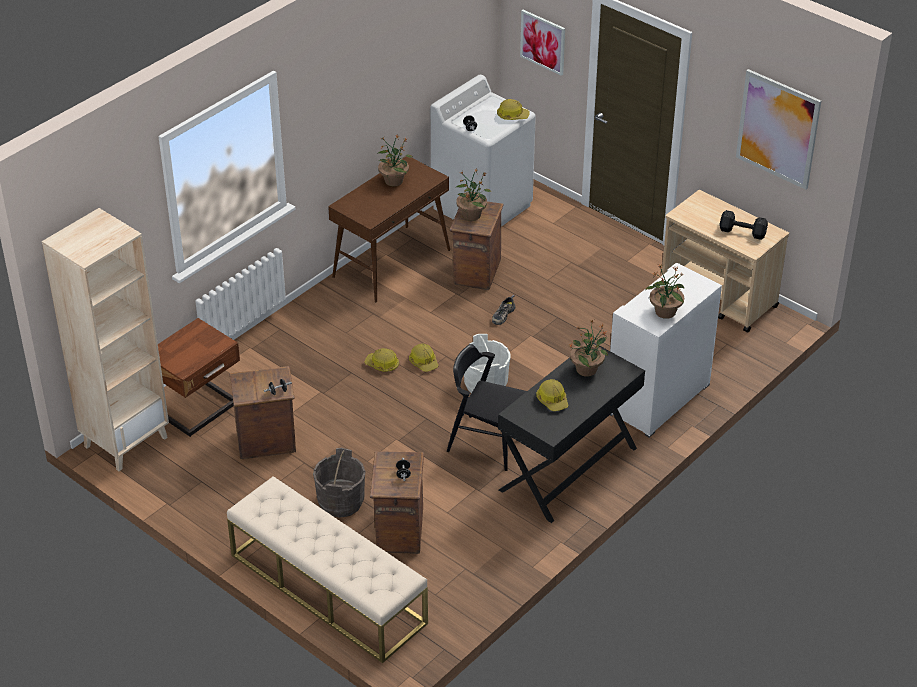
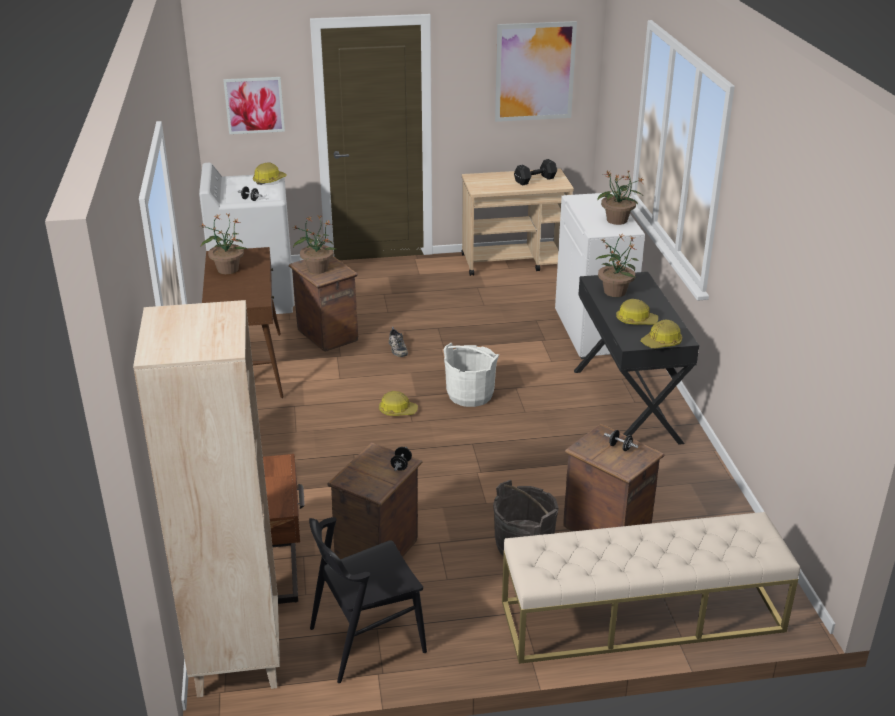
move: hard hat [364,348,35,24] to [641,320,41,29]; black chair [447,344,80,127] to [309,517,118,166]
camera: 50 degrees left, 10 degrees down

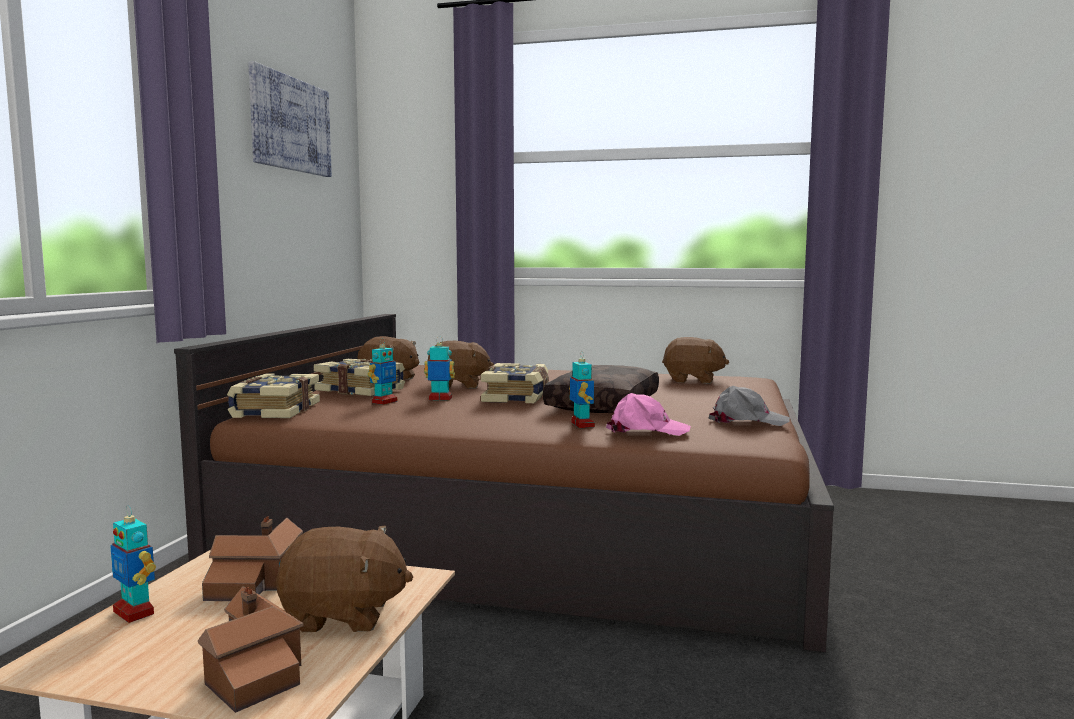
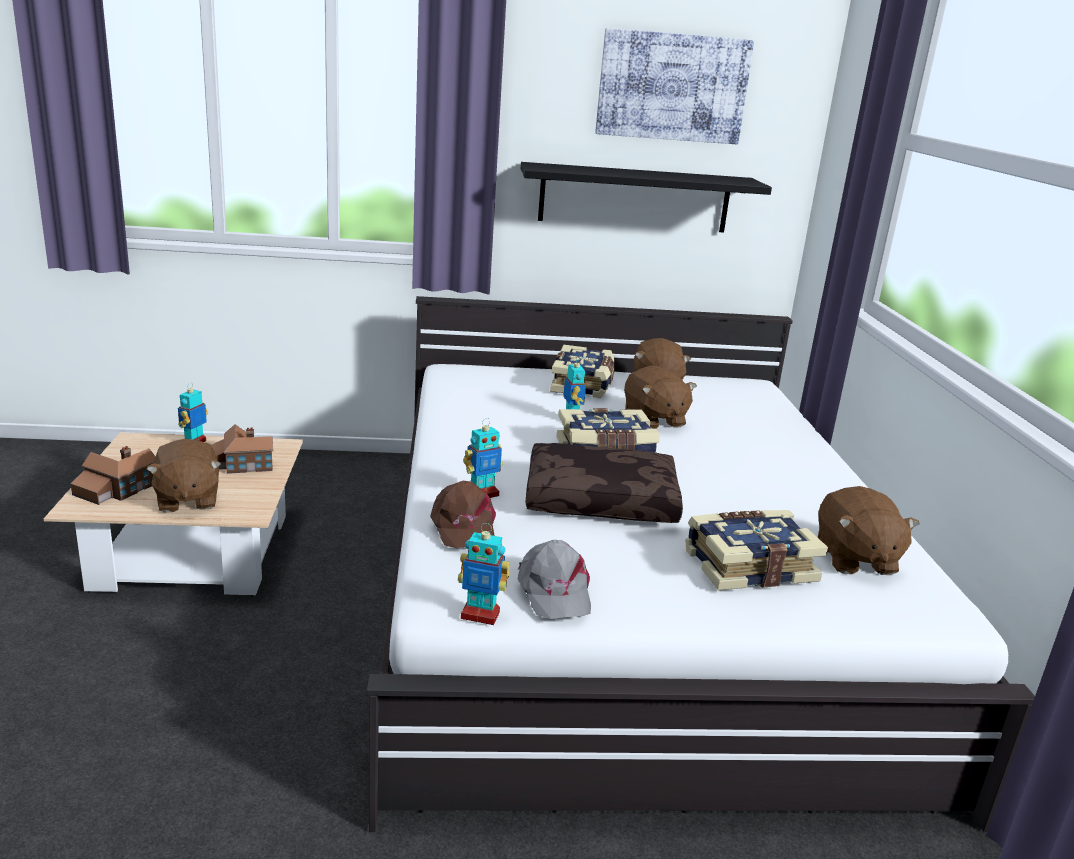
insert: black shelf [521,162,251,71]
move: book [227,374,93,44] to [685,510,143,80]; toy robot [368,338,29,67] to [458,523,52,102]
recolor: brown bed [174,314,660,338] to white bed [367,296,668,536]; pink cap [606,393,85,43] to brown cap [430,481,66,67]
camera: 70 degrees right, 15 degrees up

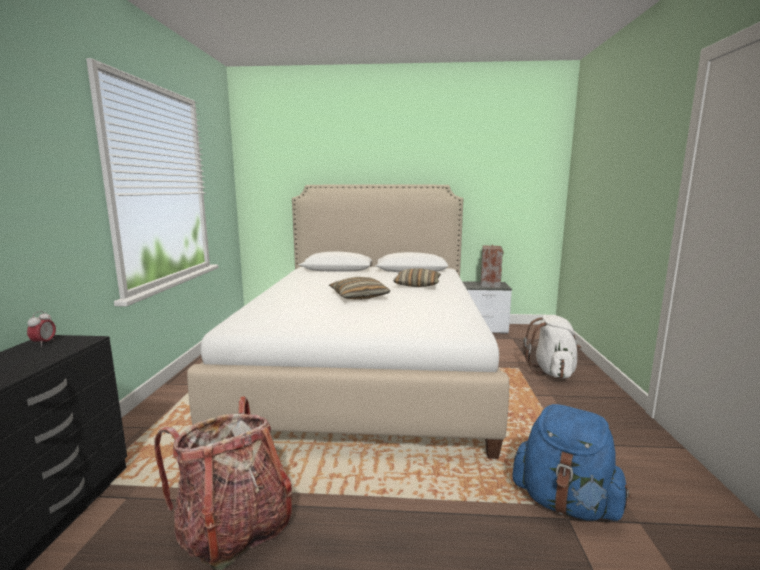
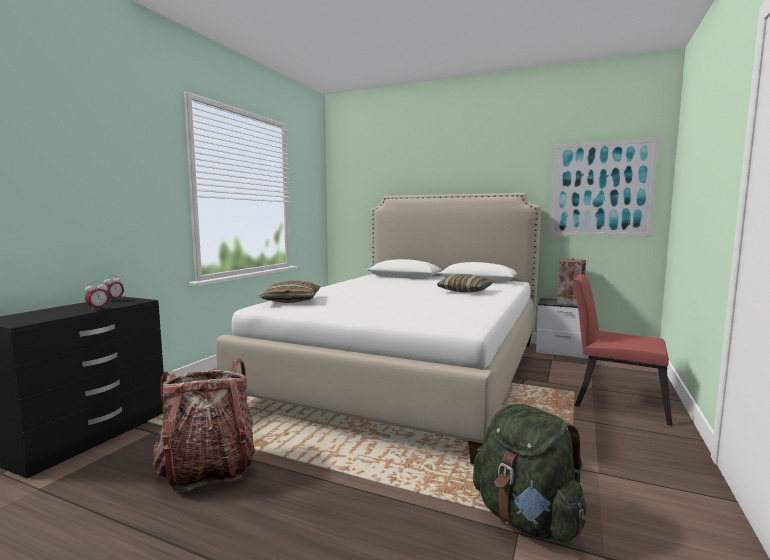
insert: alarm clock [85,281,24,30]; picture [550,138,109,98]
move: pillow [329,277,61,23] to [259,280,61,23]
replace: white backpack [523,315,58,63] to red chair [573,274,99,152]
recolor: blue backpack [513,404,118,117] to green backpack [473,404,113,139]
camera: 20 degrees right, 5 degrees down

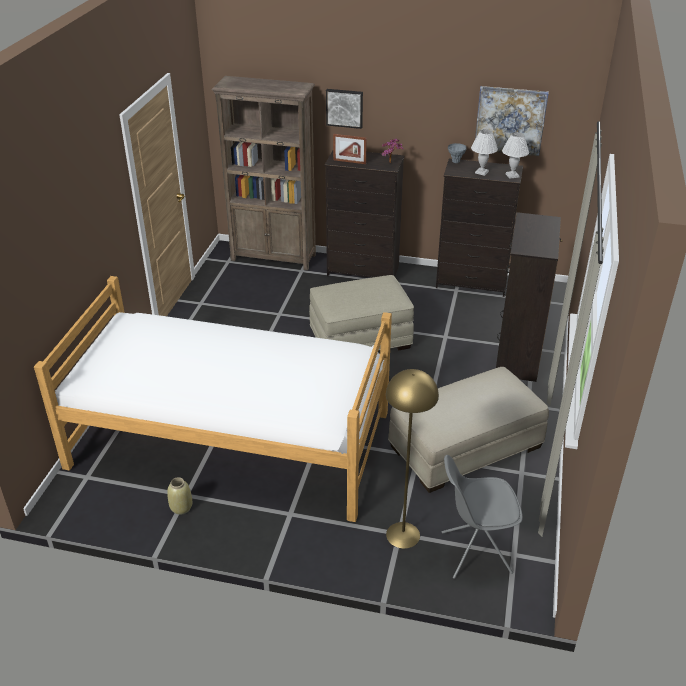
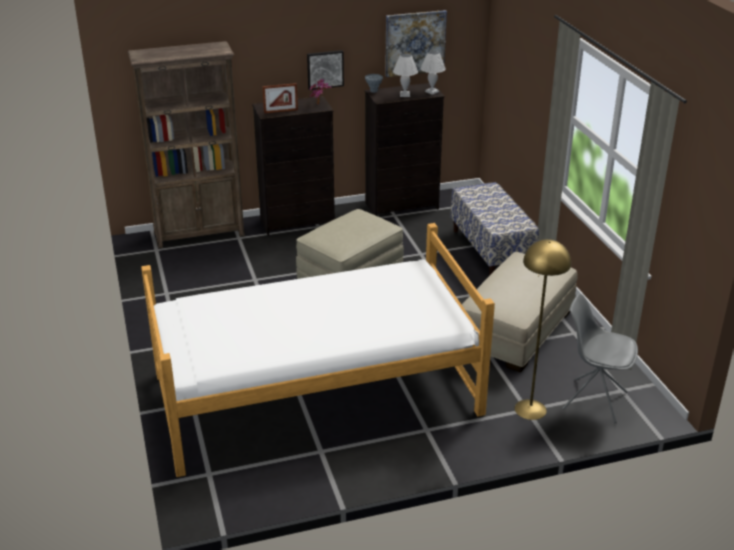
delete: beige vase [167,477,25,38]
move: picture [326,89,37,40] to [307,50,37,40]
replace: black dresser [496,212,67,170] to bench [450,182,89,94]
rotate: grey chair [442,455,81,124] = [562,293,76,130] 60 degrees clockwise
camera: 30 degrees left, 5 degrees down

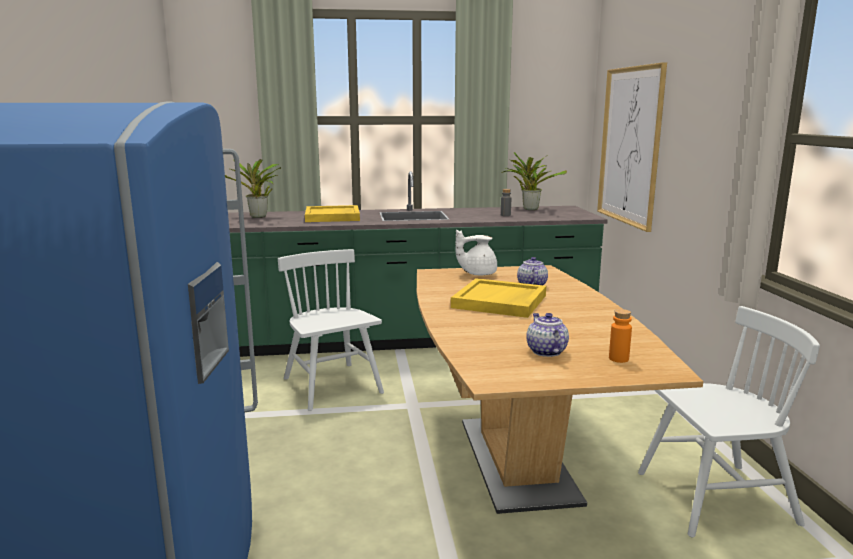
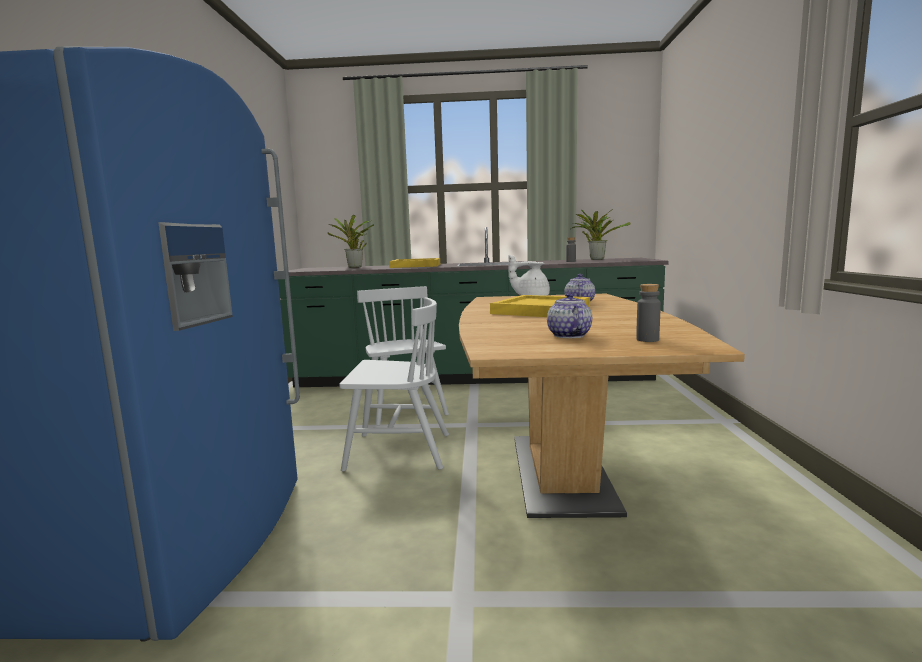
delete: picture [597,62,70,170]
move: white chair [638,306,182,231] to [340,298,109,173]
recolor: orange bottle [609,309,23,54] to grey bottle [636,284,25,58]
camera: 10 degrees right, 5 degrees down

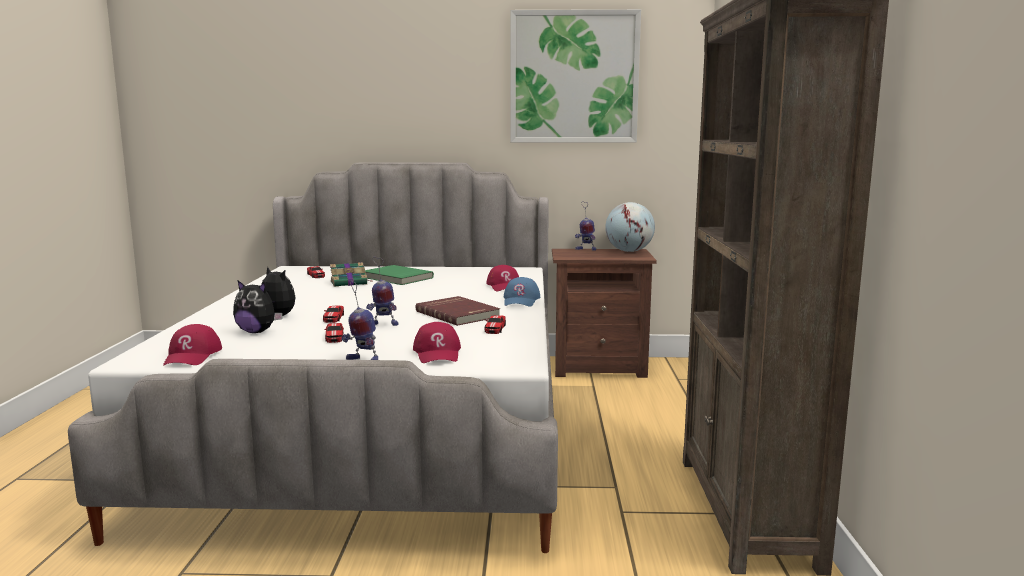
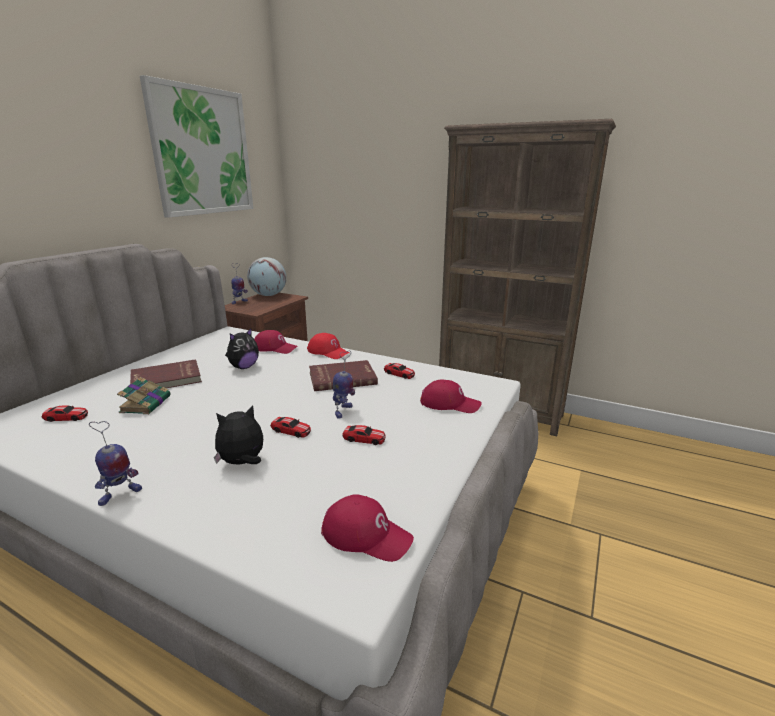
move: plush toy [233,280,50,53] to [225,328,34,41]; toy robot [341,280,37,80] to [89,421,53,85]
recolor: green book [365,265,69,20] to red book [130,359,72,29]; blue cap [504,277,36,30] to red cap [307,333,43,26]
camera: 65 degrees left, 10 degrees up

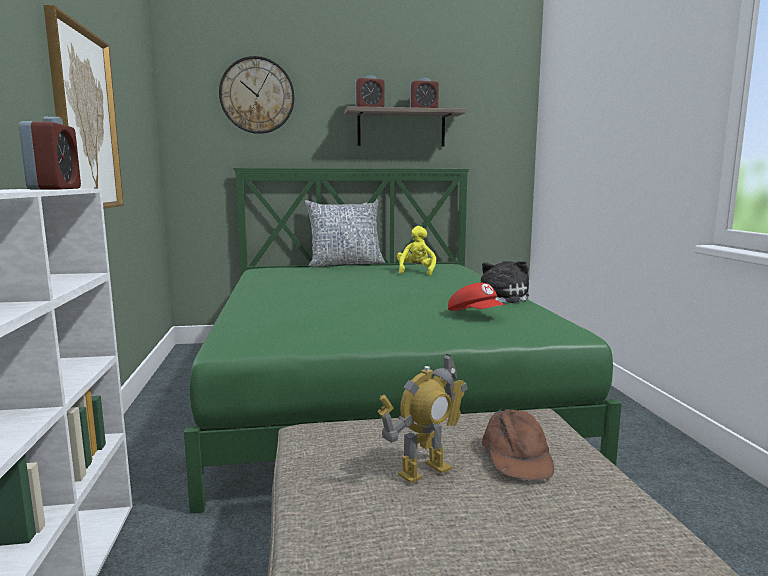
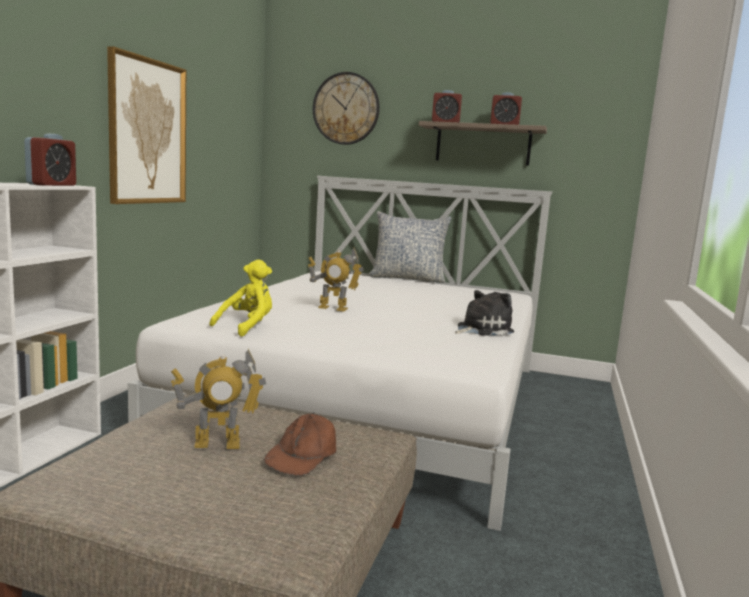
delete: red cap [448,283,57,28]
insert: toy robot [308,247,56,65]
move: yellow plush toy [397,226,39,50] to [210,260,62,77]
recolor: green bed [184,168,438,345] to white bed [128,175,425,356]
camera: 25 degrees right, 0 degrees up

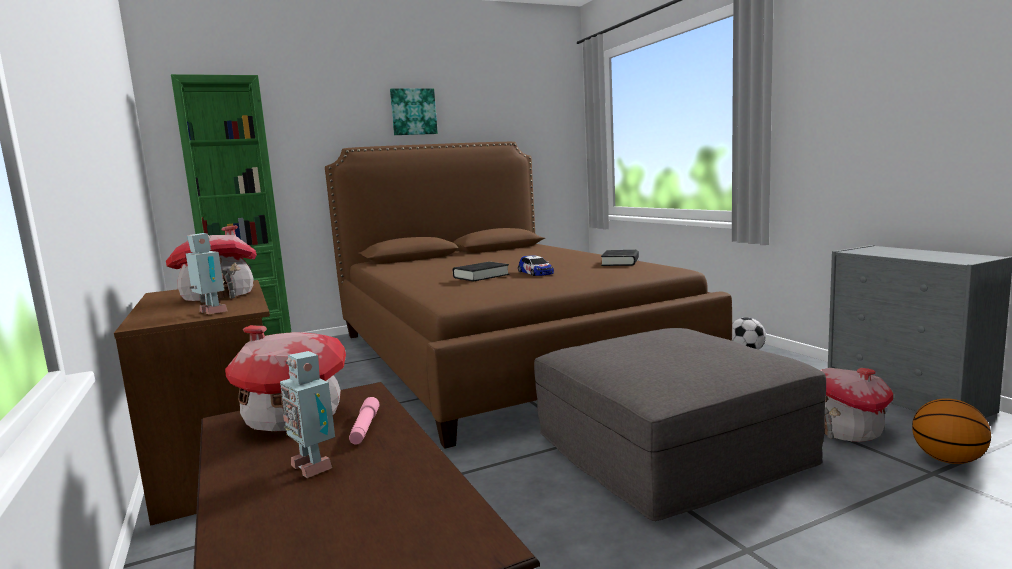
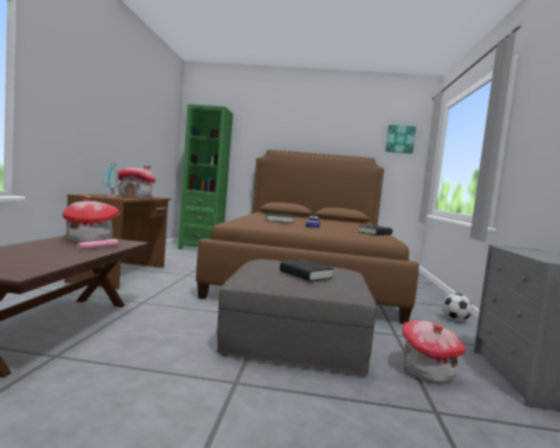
delete: toy robot [280,351,55,127]; basketball [912,398,79,66]
insert: black book [280,260,54,21]
move: picture [390,88,48,47] to [385,125,31,29]
camera: 30 degrees right, 5 degrees down

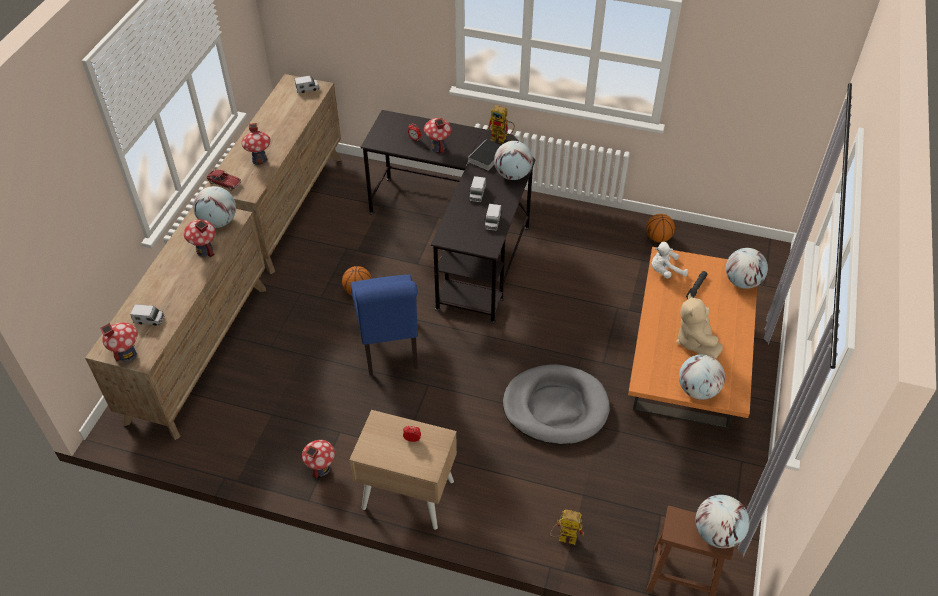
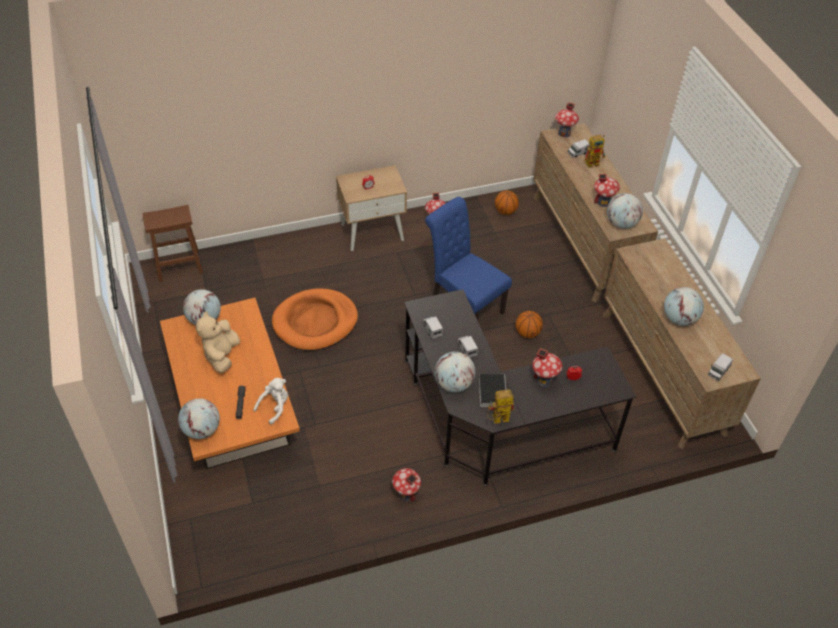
delete: toy car [206,169,35,22]
move: toy house [242,123,28,42] to [392,468,29,34]; toy robot [550,509,34,36] to [584,135,22,33]; basketball [646,214,29,28] to [495,190,24,25]; globe [696,495,53,53] to [664,287,40,39]
recolor: grey dog bed [503,364,107,81] to orange dog bed [272,288,86,63]
rotate: beige plush toy [676,293,47,66] = [195,311,45,62] 135 degrees counterclockwise
camera: 145 degrees right, 0 degrees up

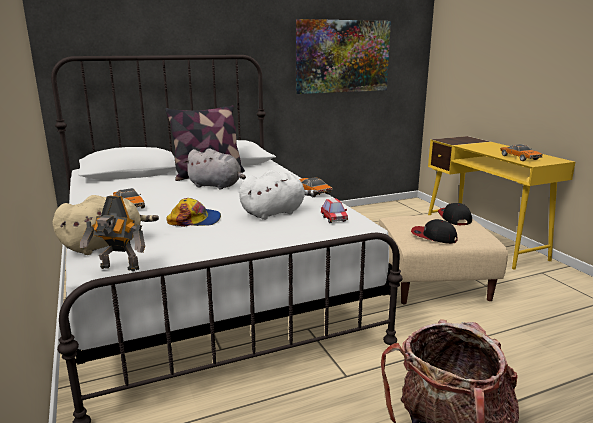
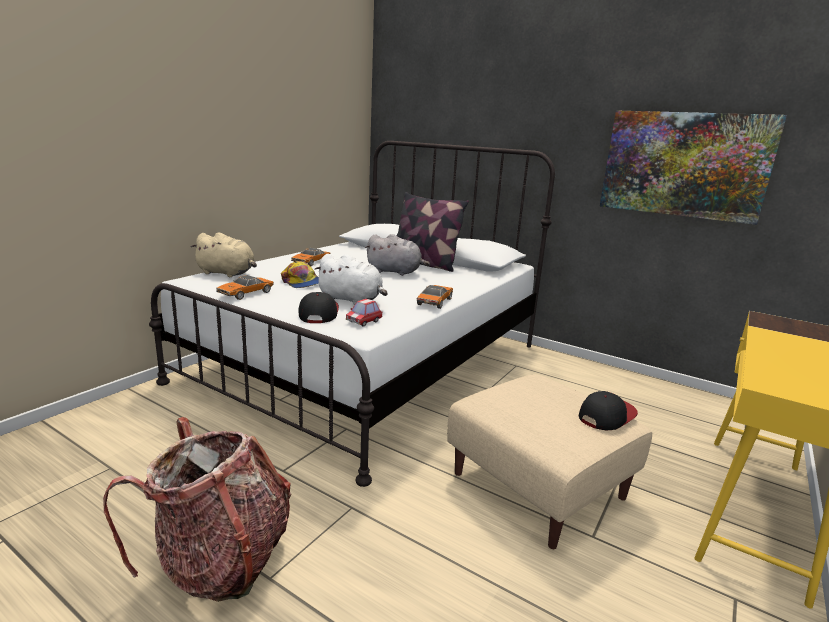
delete: toy robot [80,196,65,75]
move: cap [411,219,47,25] to [299,292,40,31]; toy car [500,144,43,17] to [216,275,58,25]
rotate: grey plush toy [184,148,62,42] = [365,234,65,42] 60 degrees counterclockwise
camera: 55 degrees right, 0 degrees up

